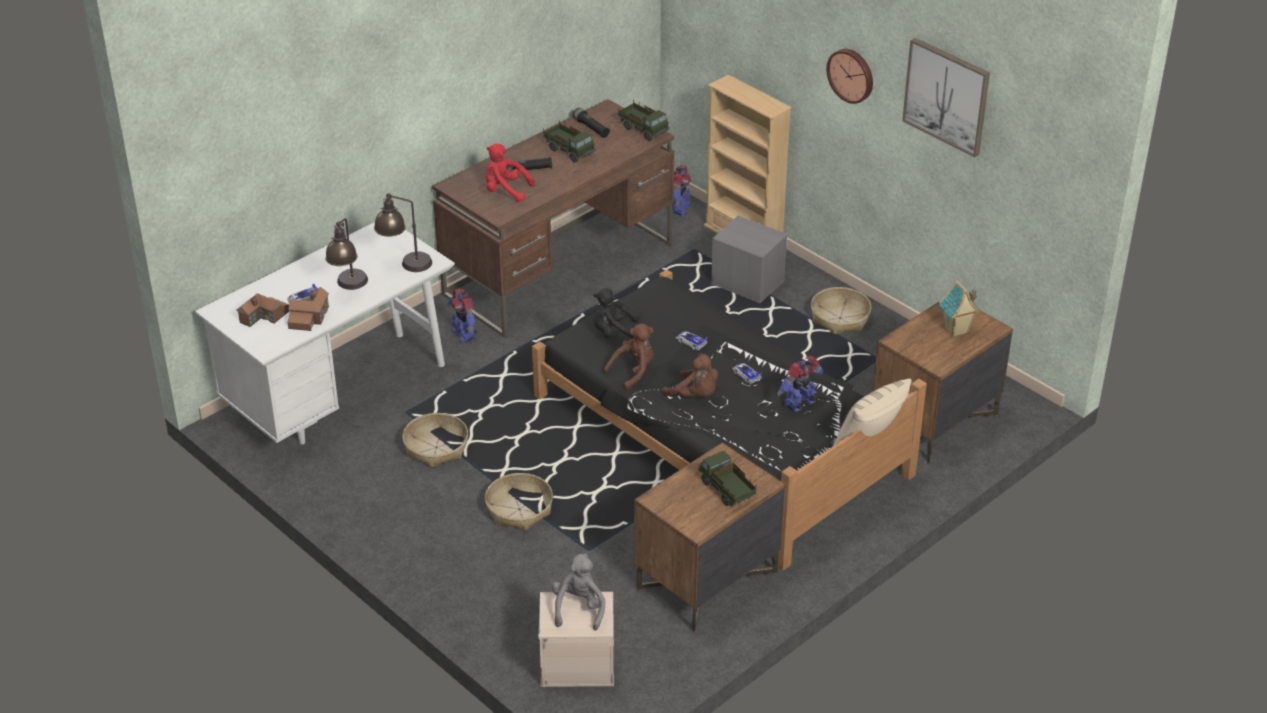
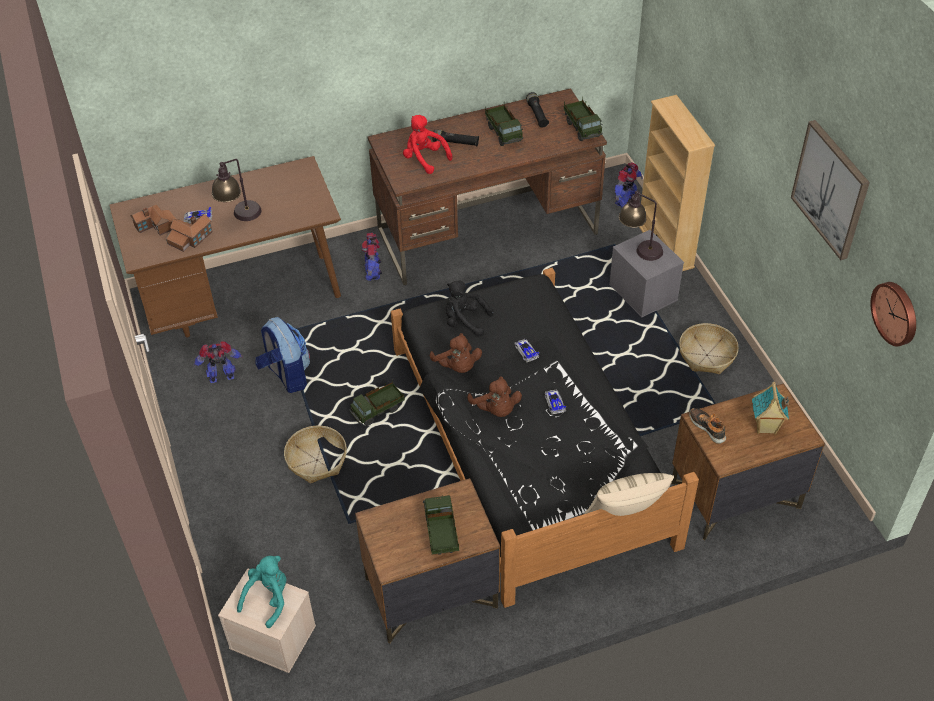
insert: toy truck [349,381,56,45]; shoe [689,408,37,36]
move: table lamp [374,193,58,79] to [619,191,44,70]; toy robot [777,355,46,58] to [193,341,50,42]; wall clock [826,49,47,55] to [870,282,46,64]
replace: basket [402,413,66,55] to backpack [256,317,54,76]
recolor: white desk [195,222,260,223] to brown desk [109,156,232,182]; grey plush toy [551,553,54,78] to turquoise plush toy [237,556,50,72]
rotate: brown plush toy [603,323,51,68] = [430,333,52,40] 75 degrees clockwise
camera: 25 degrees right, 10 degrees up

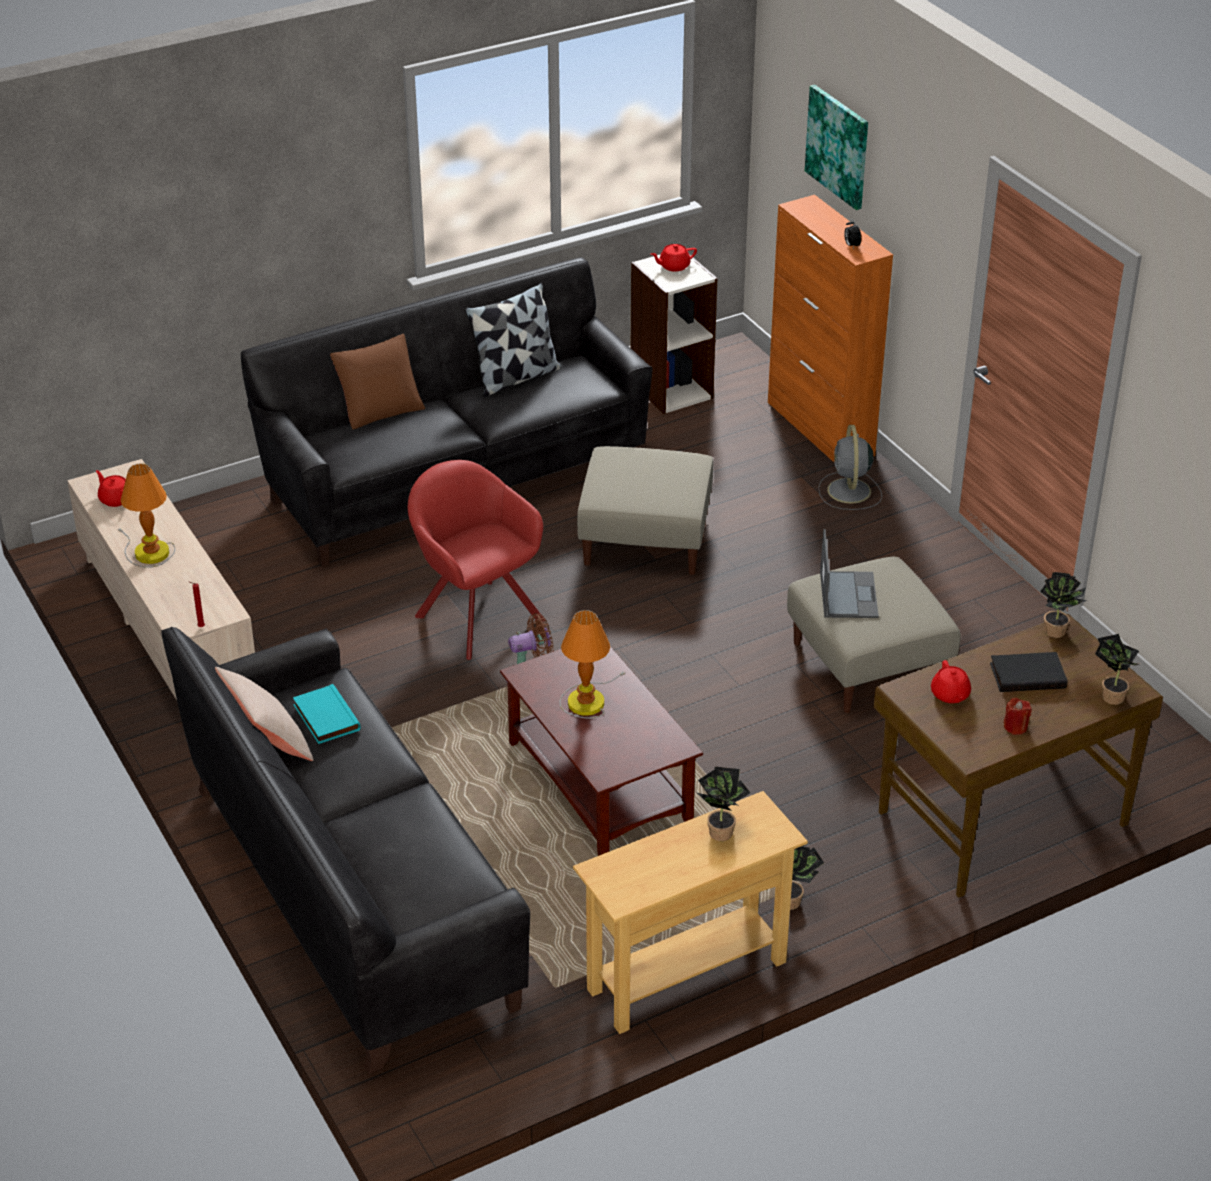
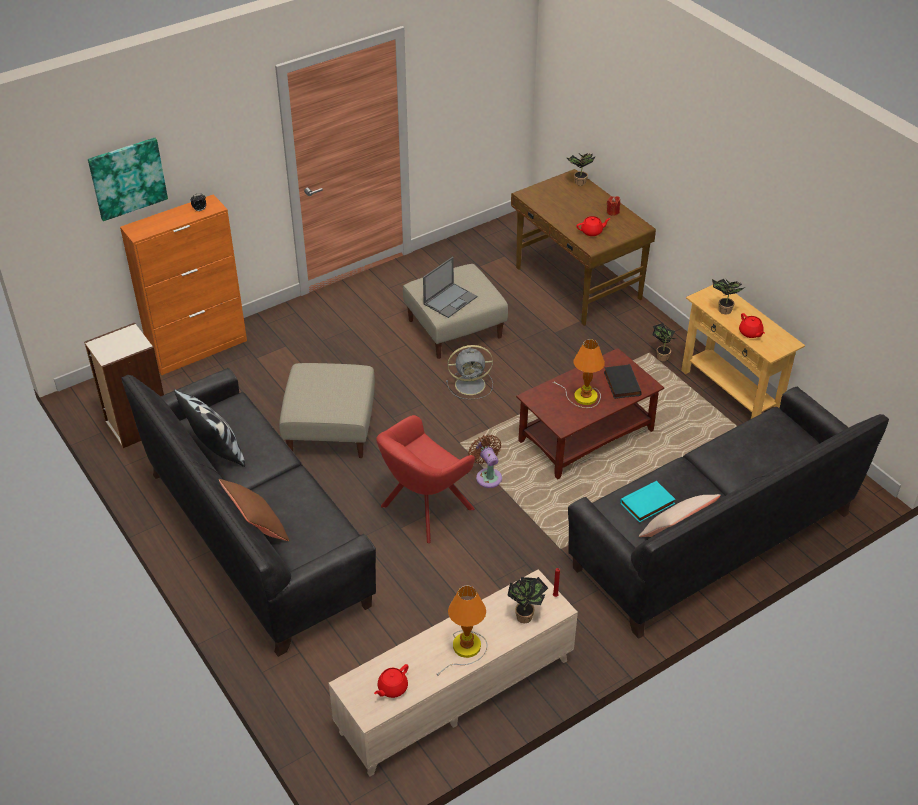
move: red teapot [651,244,46,28] to [739,313,26,25]; grey fan [818,425,64,85] to [446,345,47,55]; black book [990,652,78,40] to [604,364,38,35]; potted plant [1040,572,48,66] to [507,577,41,46]
rotate: laptop [820,529,59,89] = [423,257,54,61] 135 degrees clockwise
camera: 95 degrees left, 5 degrees up

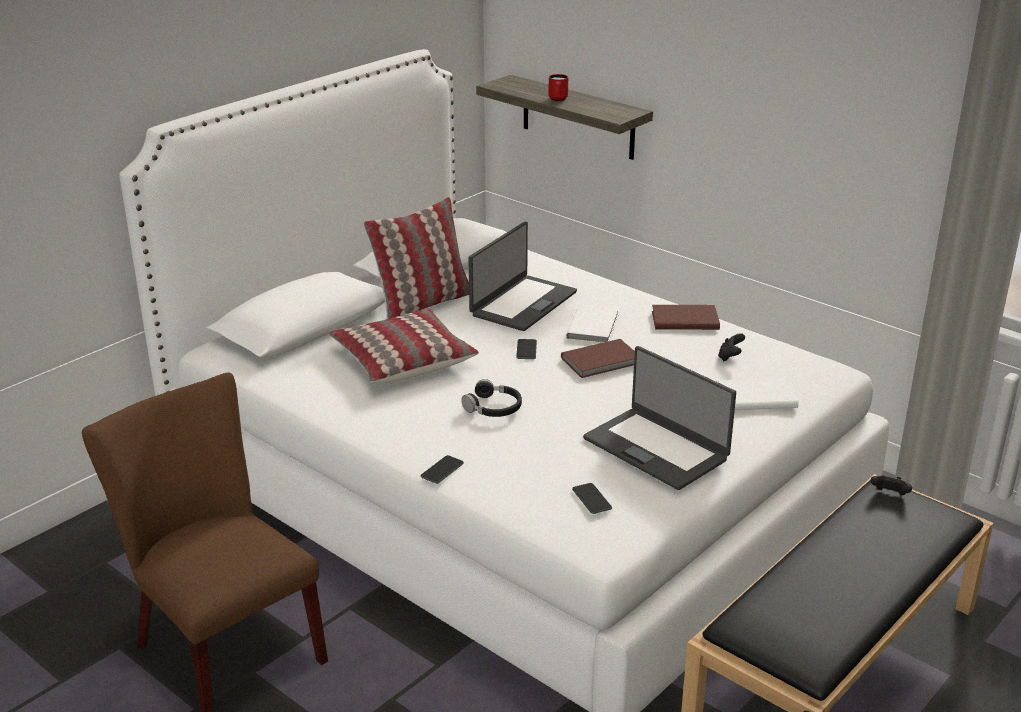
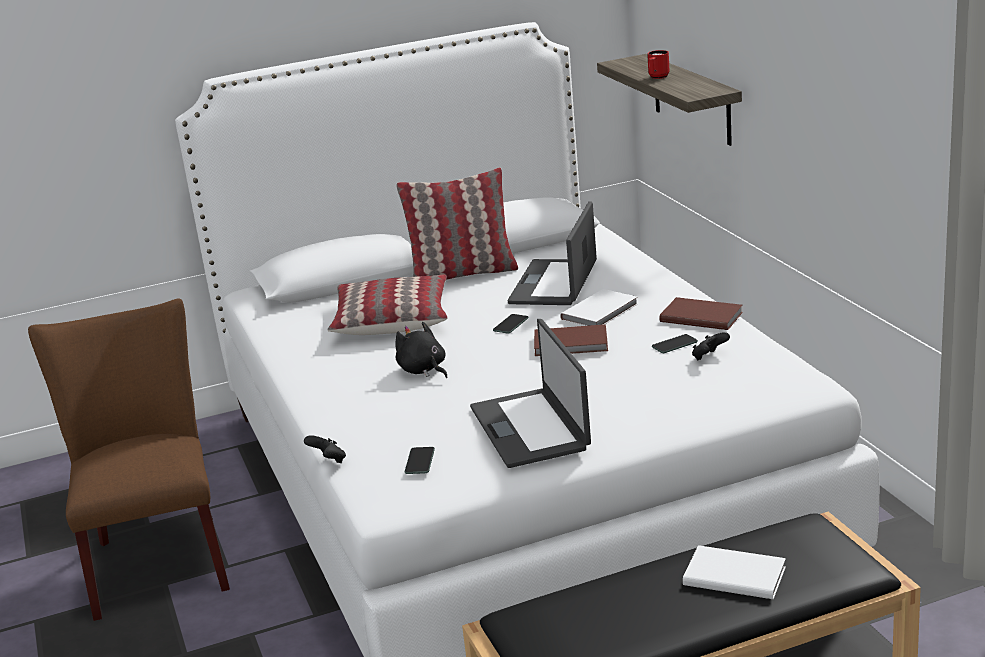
move: phone [421,455,43,29] to [652,334,46,19]; white book [718,378,81,32] to [683,545,103,54]; black game controller [871,476,41,19] to [304,435,42,28]
replace: black headphones [461,379,61,38] to black plush toy [395,322,53,56]
rotate: laptop [468,222,109,109] = [507,201,90,104] 135 degrees clockwise
camera: 30 degrees right, 5 degrees down

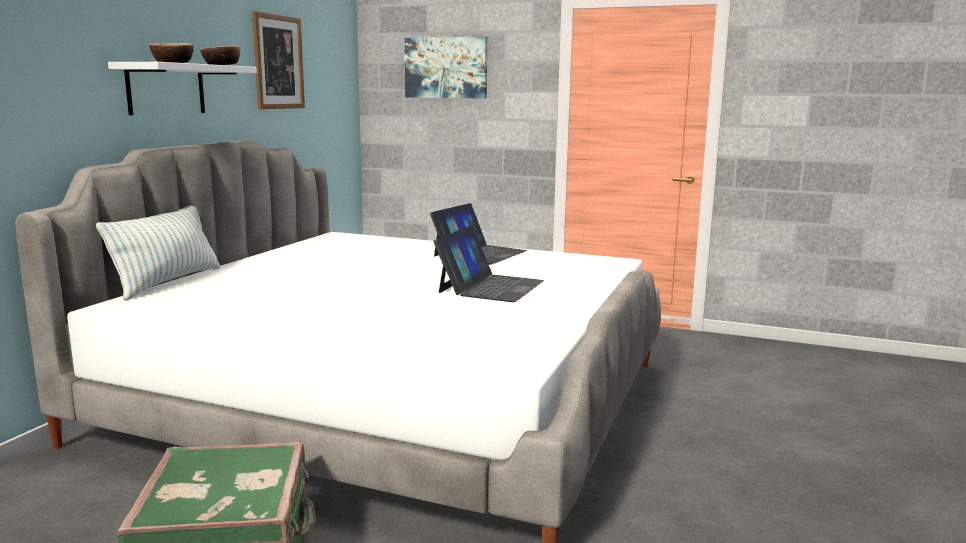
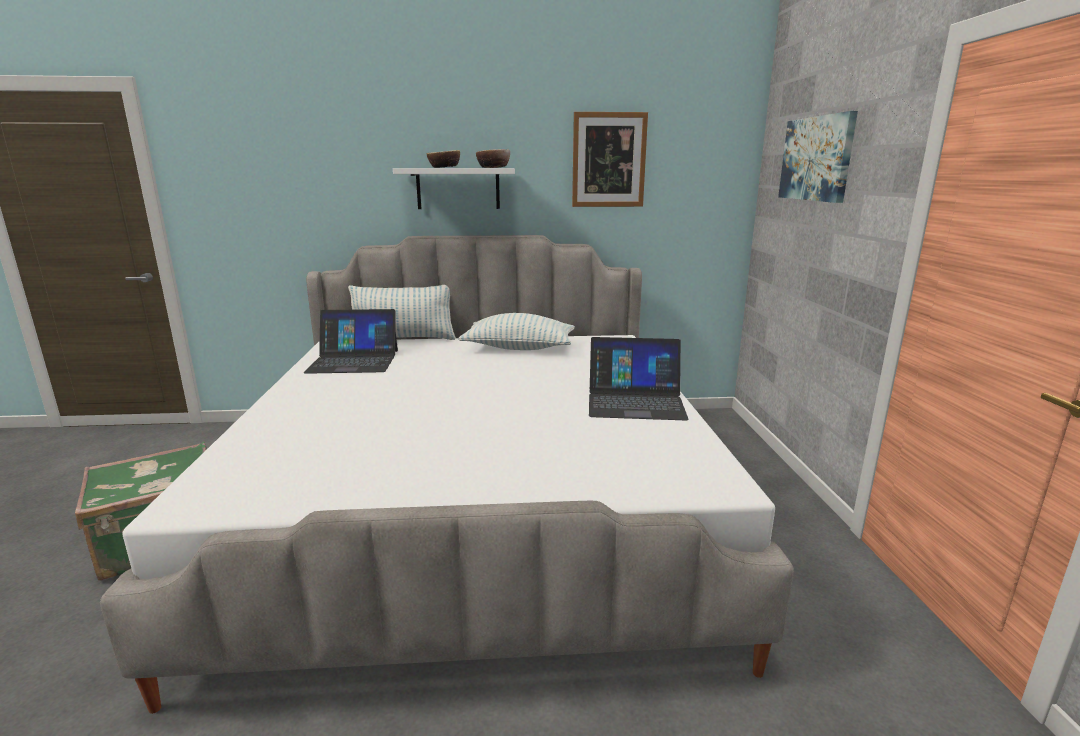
insert: pillow [458,313,117,37]
move: laptop [433,225,111,77] to [304,309,94,65]
camera: 65 degrees right, 5 degrees up

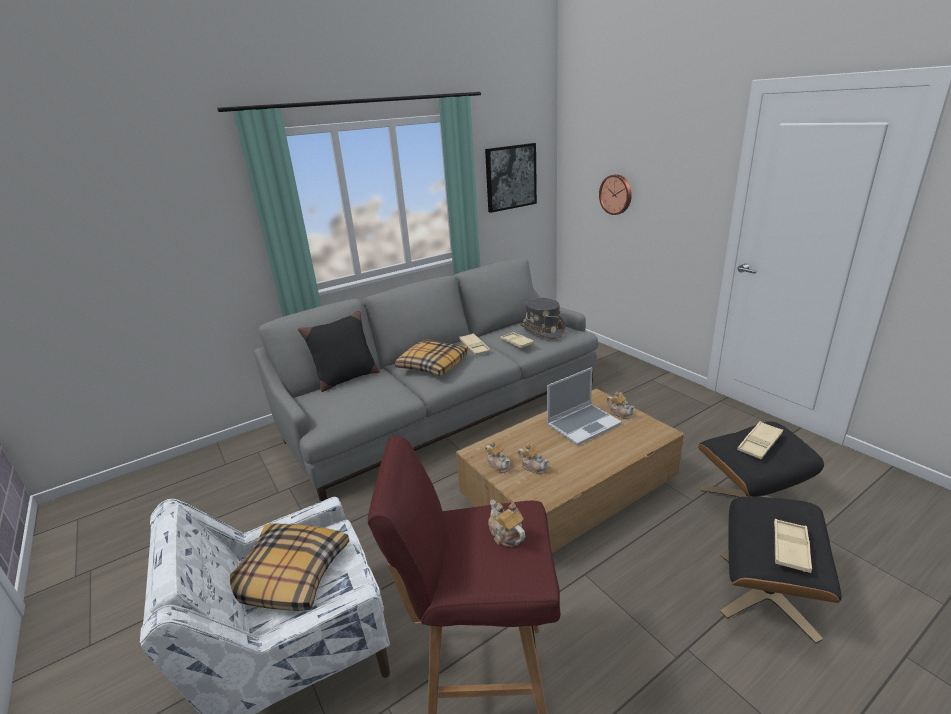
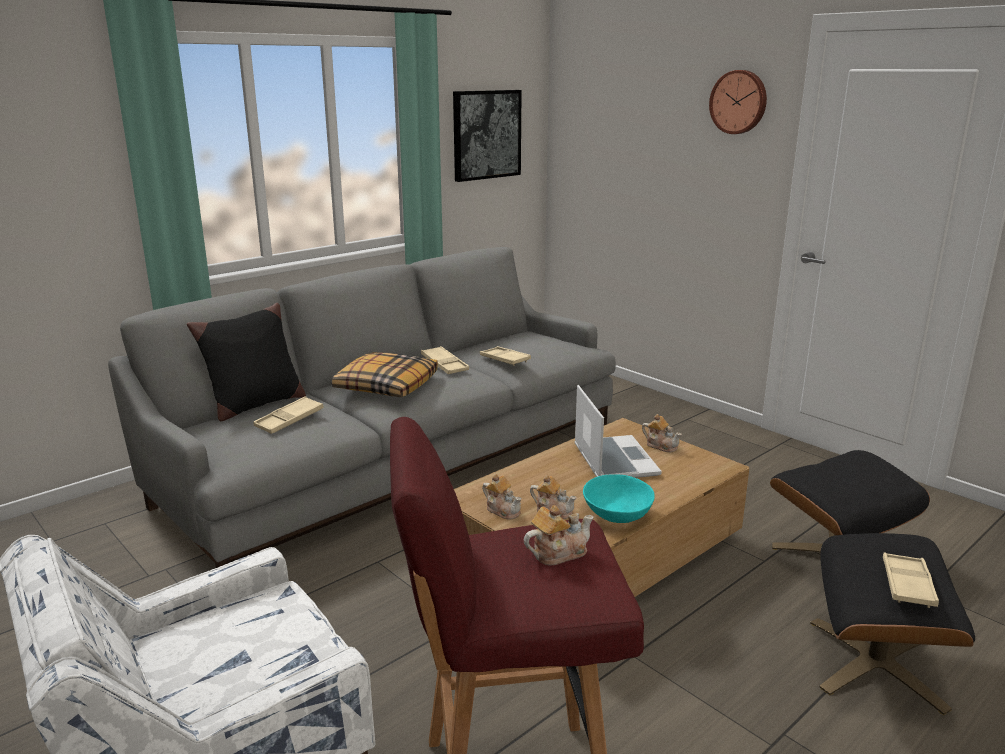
delete: pillow [230,523,119,88]; grey hat [520,298,46,41]
insert: turquoise bowl [583,474,72,49]
move: wall clock [599,175,33,40] to [709,70,58,64]; beige tray [737,421,46,39] to [253,396,71,38]
rotate: teapot [488,500,37,47] = [524,505,70,60] 105 degrees clockwise; laptop [547,367,75,78] = [575,385,87,93] 60 degrees counterclockwise
camera: 10 degrees left, 5 degrees down

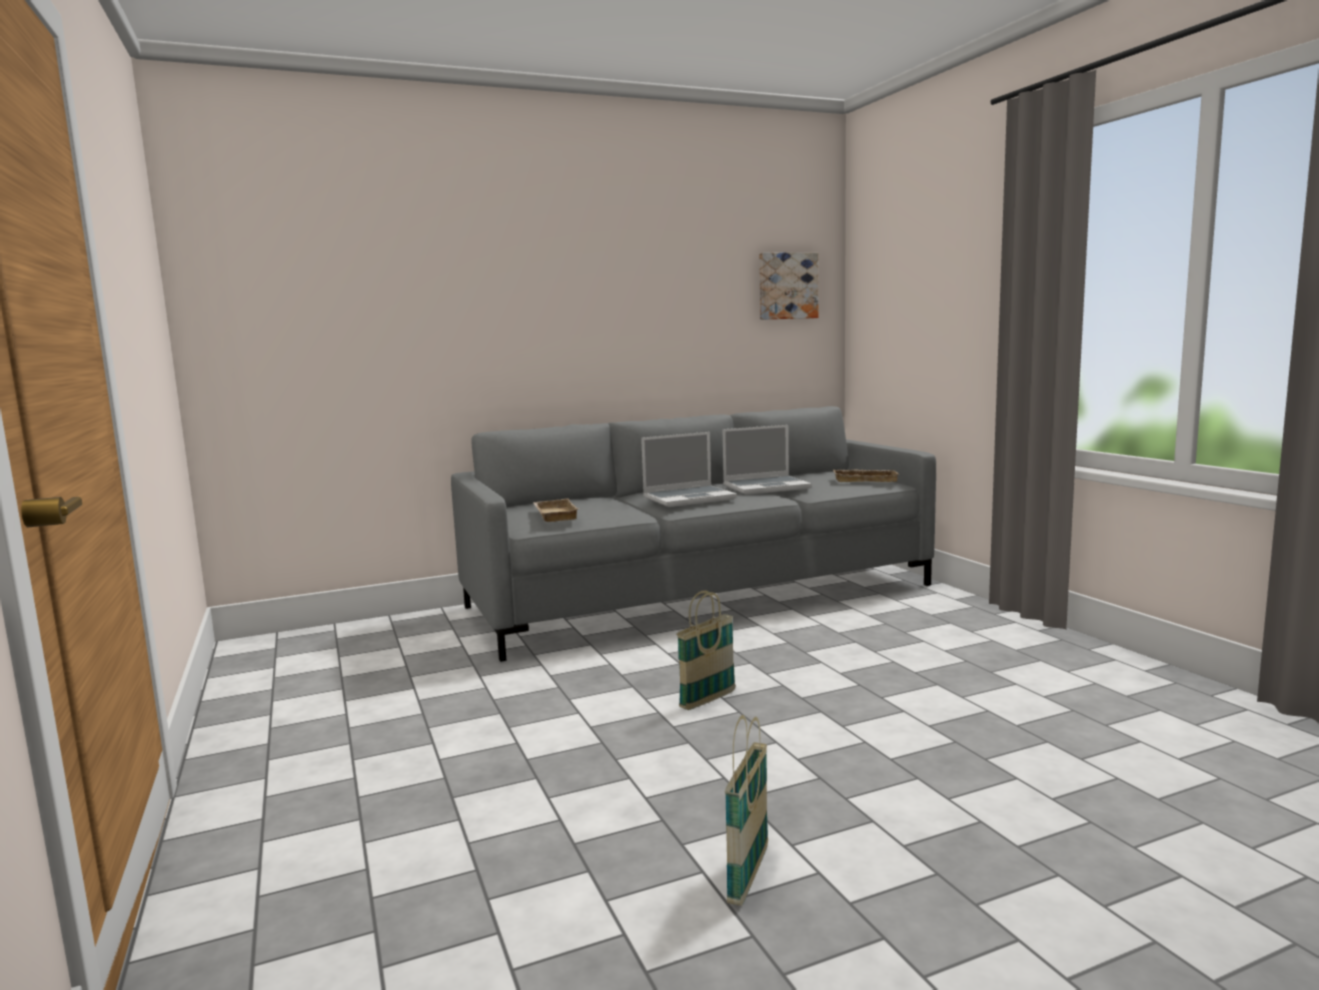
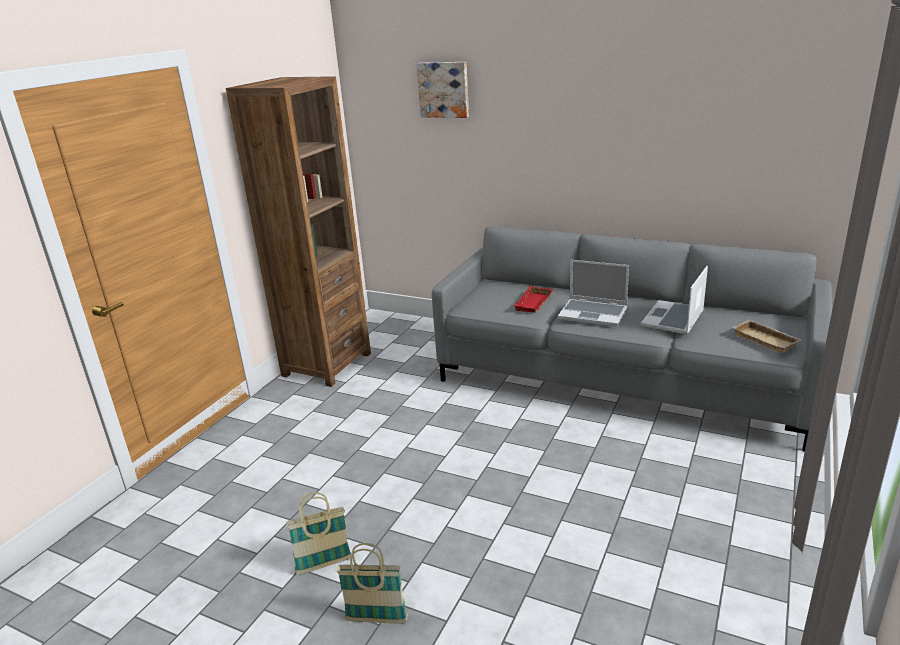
delete: beige tray [533,498,46,24]
insert: brown bookcase [226,76,145,311]; red tray [513,286,41,27]
move: basket [676,590,60,120] to [336,543,72,81]; picture [759,253,60,67] to [417,62,52,56]
rotate: laptop [722,425,90,70] = [640,266,68,68] 90 degrees clockwise
camera: 50 degrees right, 15 degrees up

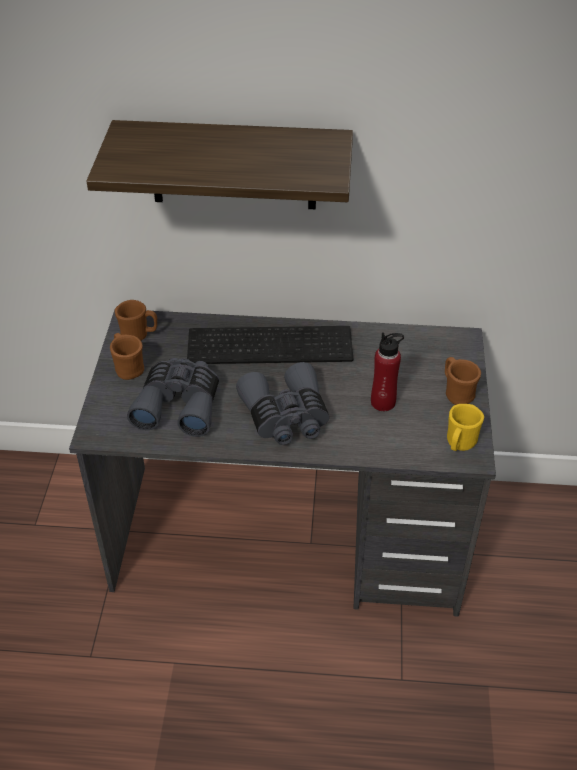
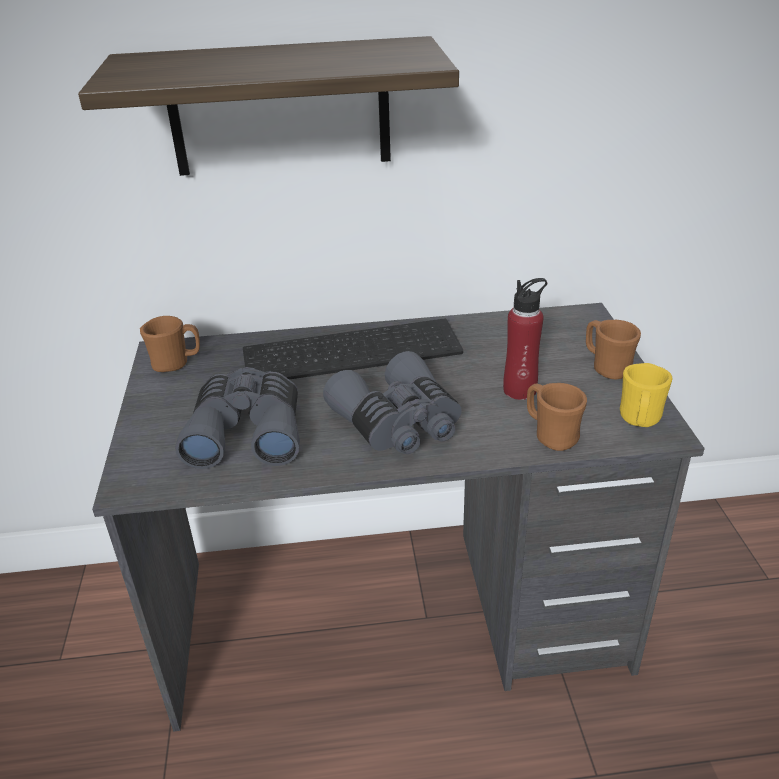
move: brown mug [110,333,34,47] to [527,383,60,68]
camera: 10 degrees left, 10 degrees down

